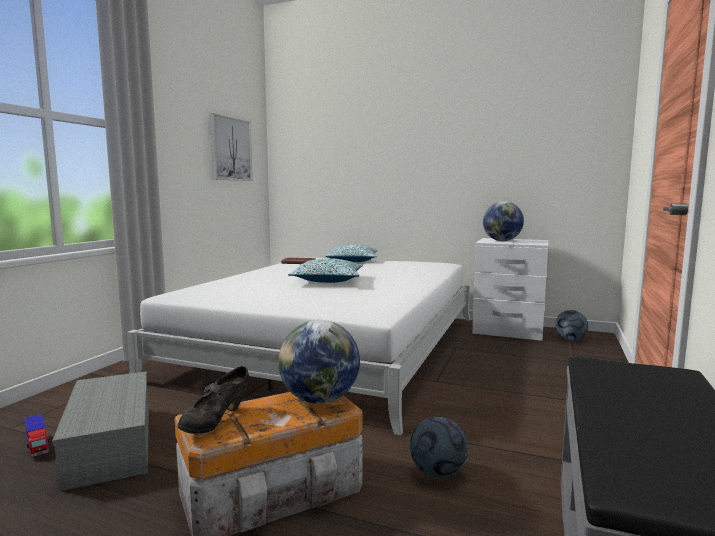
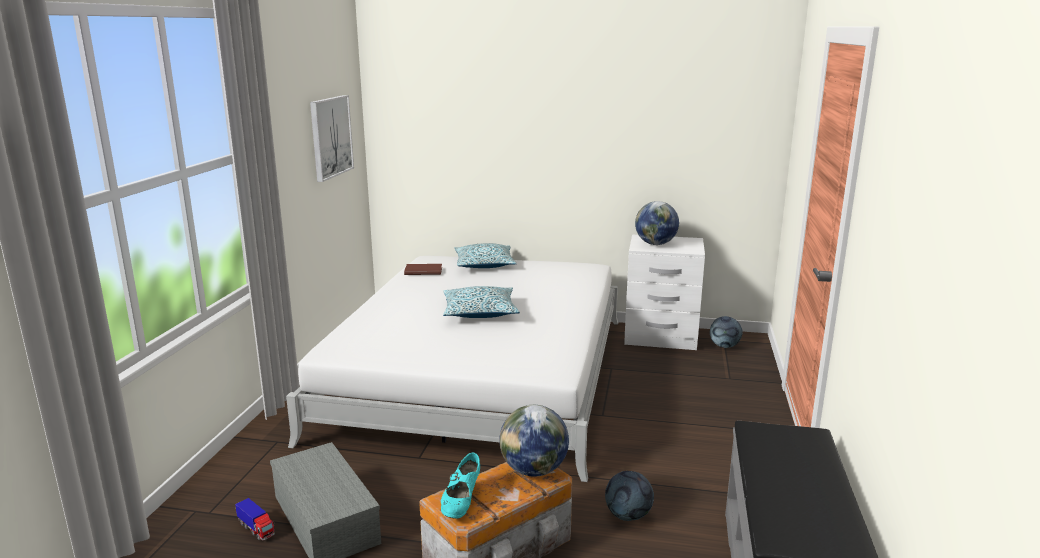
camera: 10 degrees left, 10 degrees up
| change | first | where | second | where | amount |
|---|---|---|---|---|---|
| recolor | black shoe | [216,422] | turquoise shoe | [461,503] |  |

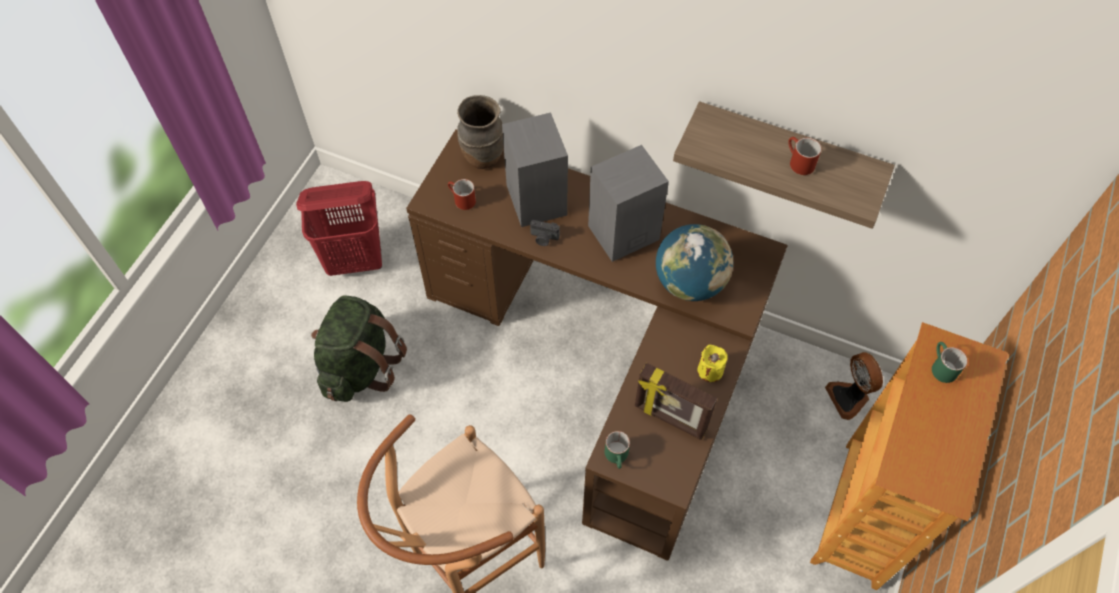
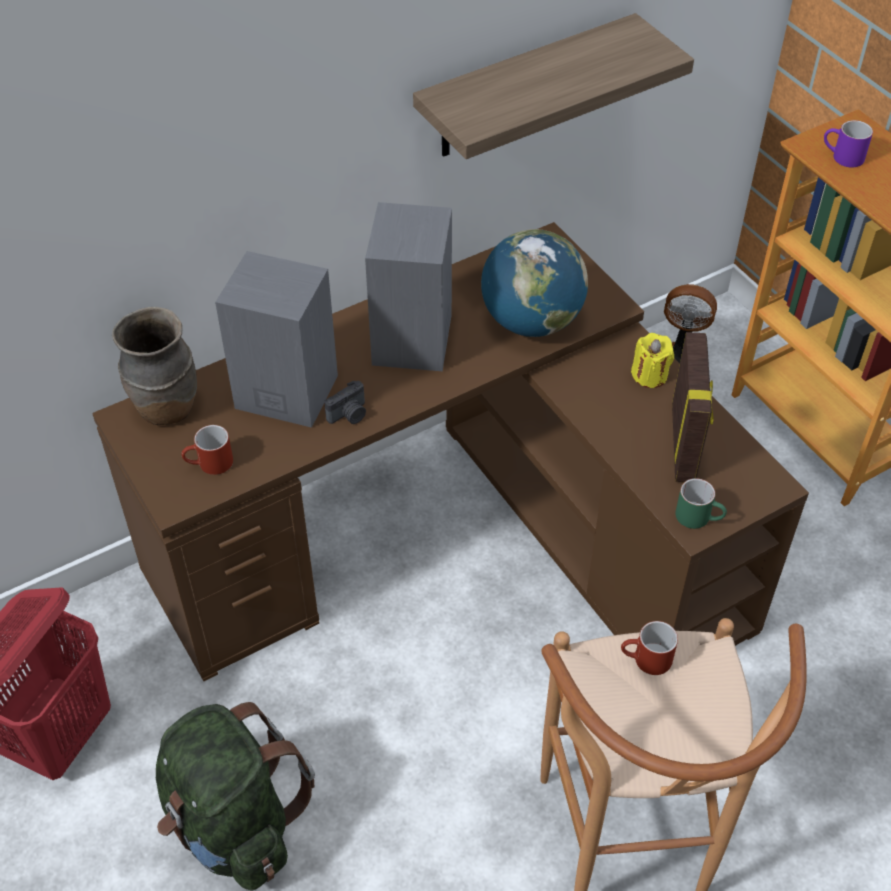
camera: 55 degrees left, 10 degrees down
| change | first | where | second | where | amount |
|---|---|---|---|---|---|
| move | red mug | [797,162] |  | [645,660] |  |
| recolor | green mug | [940,367] | purple mug | [842,157] |  |
| rotate | picture frame | [669,419] |  | [684,443] | 60 degrees counterclockwise |

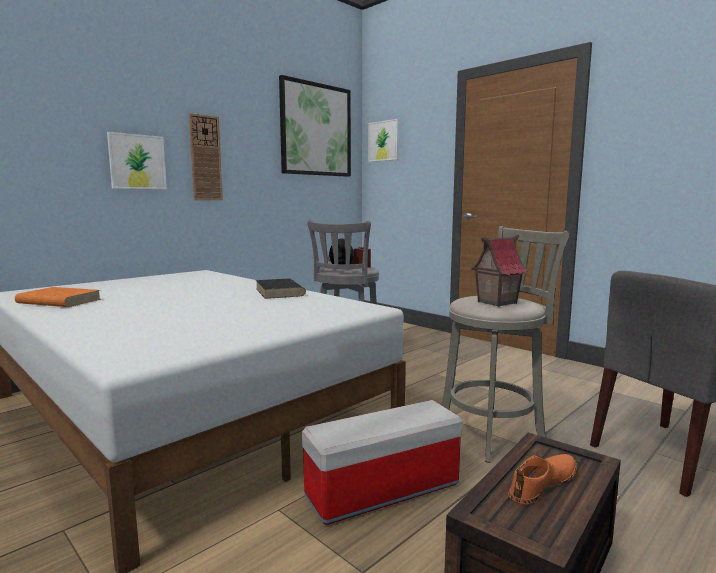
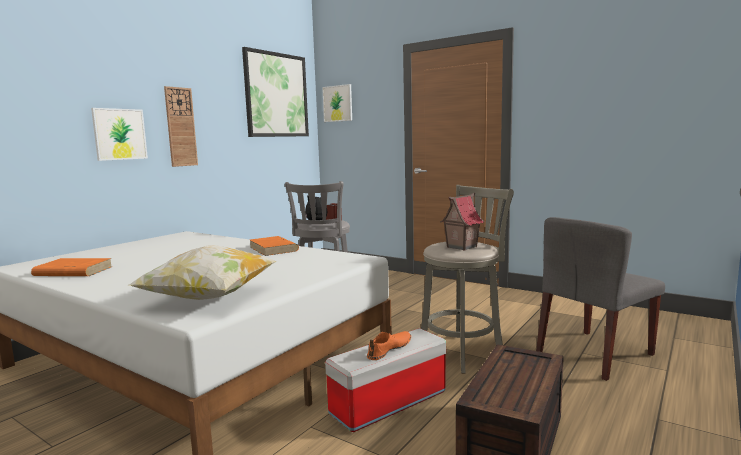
camera: 10 degrees left, 0 degrees up
| change | first | where | second | where | amount |
|---|---|---|---|---|---|
| insert |  |  | pillow | [209,298] |  |
| move | orange shoe | [543,484] |  | [389,349] |  |
| recolor | black book | [280,292] | orange book | [273,249] |  |

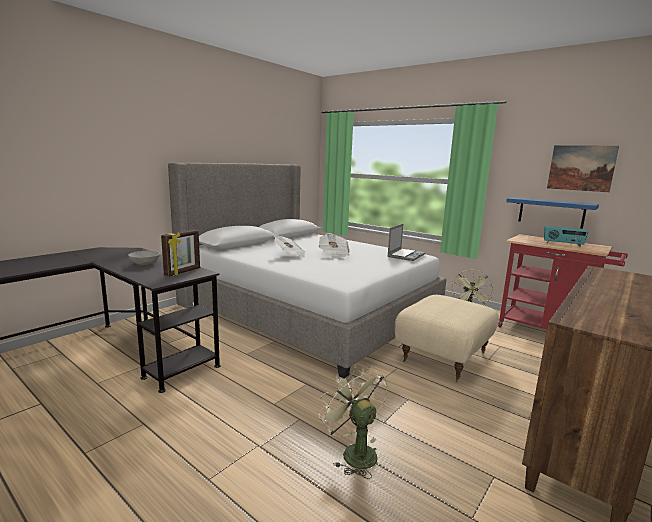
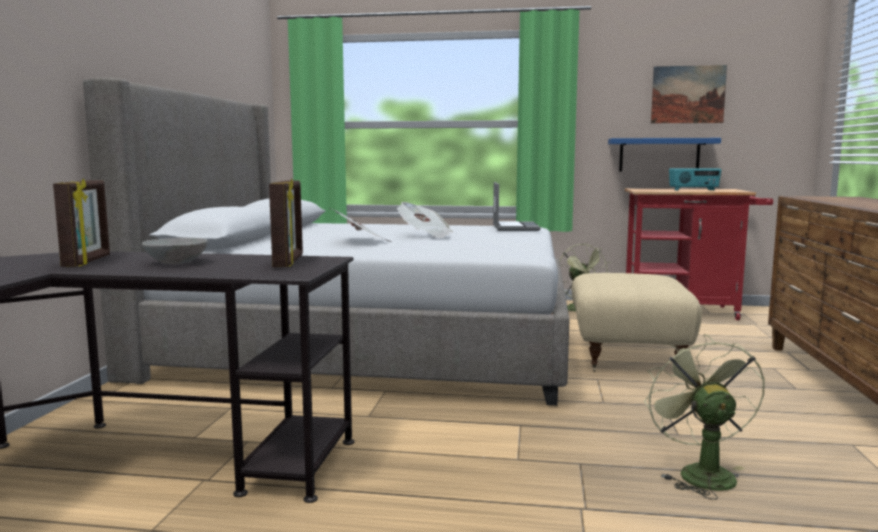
camera: 30 degrees left, 5 degrees down
| change | first | where | second | where | amount |
|---|---|---|---|---|---|
| insert |  |  | picture frame | [88,261] |  |
| rotate | green fan | [353,452] |  | [699,473] | 60 degrees clockwise |

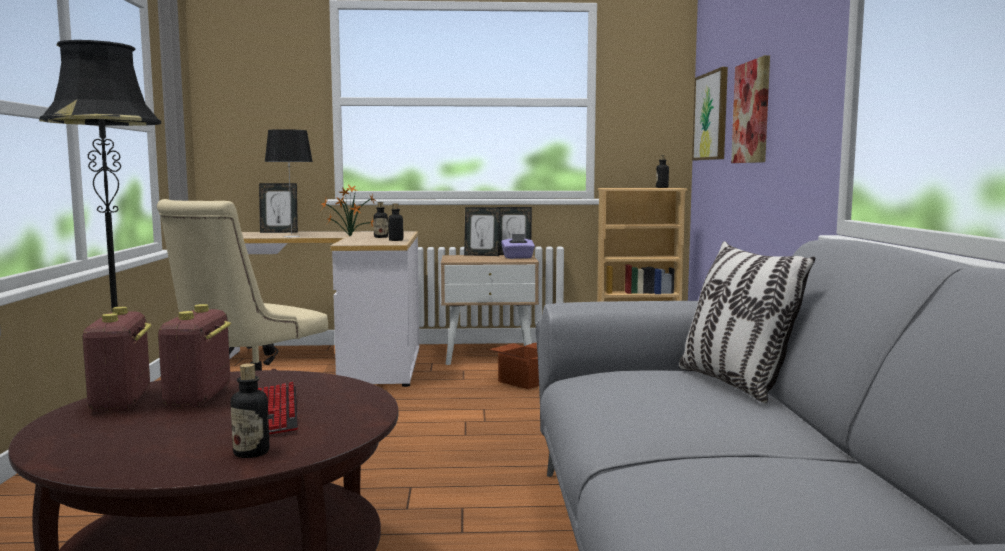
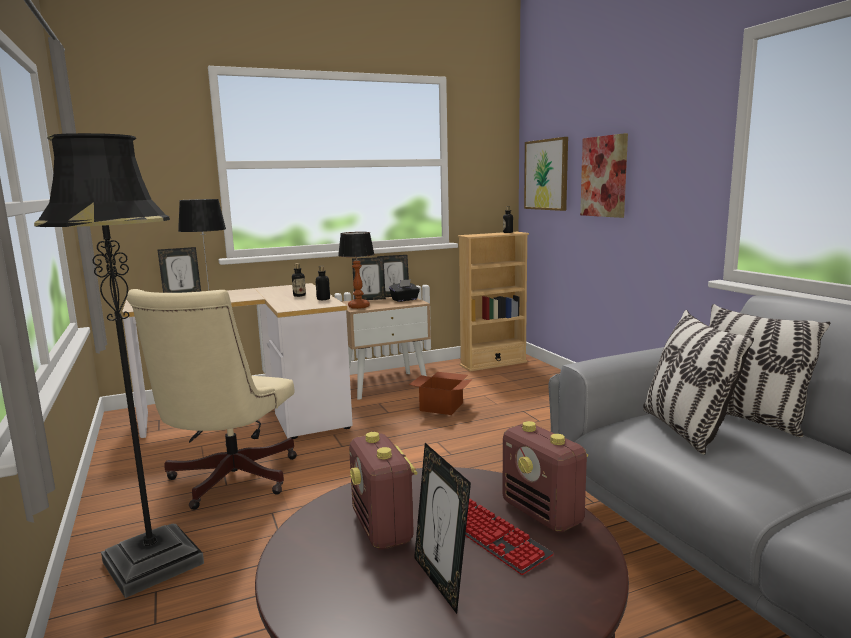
camera: 20 degrees left, 5 degrees up
| change | first | where | second | where | amount |
|---|---|---|---|---|---|
| delete | bottle | [251,453] |  |  |  |
| delete | potted plant | [348,236] |  |  |  |
| insert |  |  | table lamp | [358,307] |  |
| insert |  |  | picture frame | [441,581] |  |
| insert |  |  | pillow | [684,430] |  |
| move | radio | [121,402] |  | [543,514] |  |
| recolor | purple tissue box | [518,257] | black tissue box | [405,300] |  |

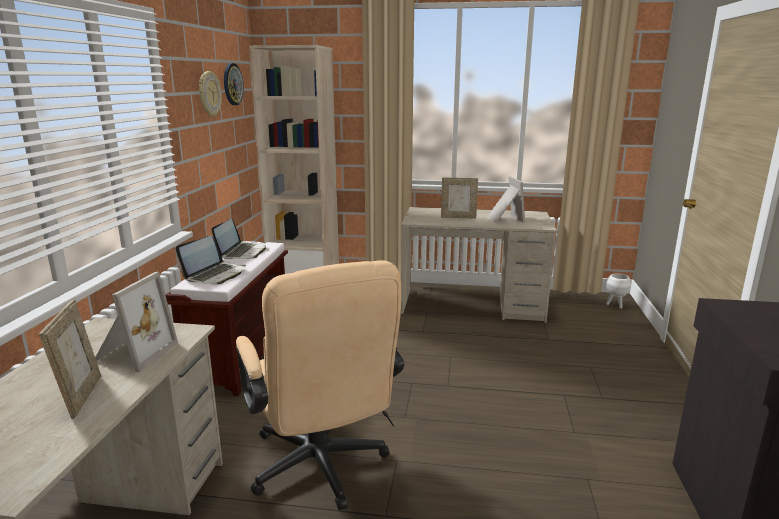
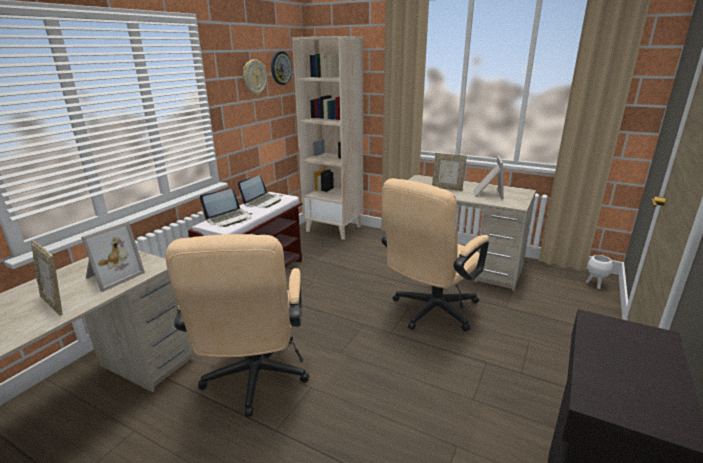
camera: 20 degrees right, 5 degrees up
| change | first | where | second | where | amount |
|---|---|---|---|---|---|
| insert |  |  | beige office chair | [430,312] |  |
| rotate | picture frame | [81,396] |  | [55,304] | 120 degrees clockwise |

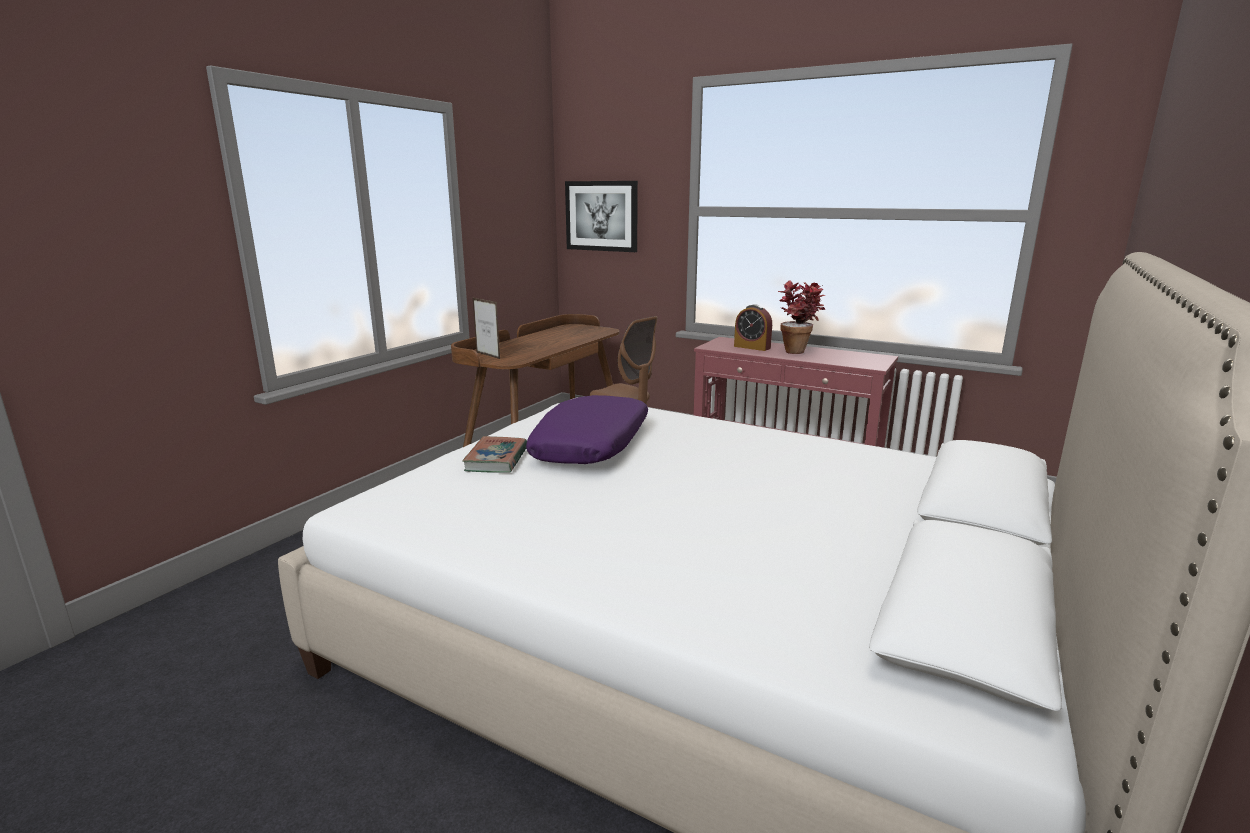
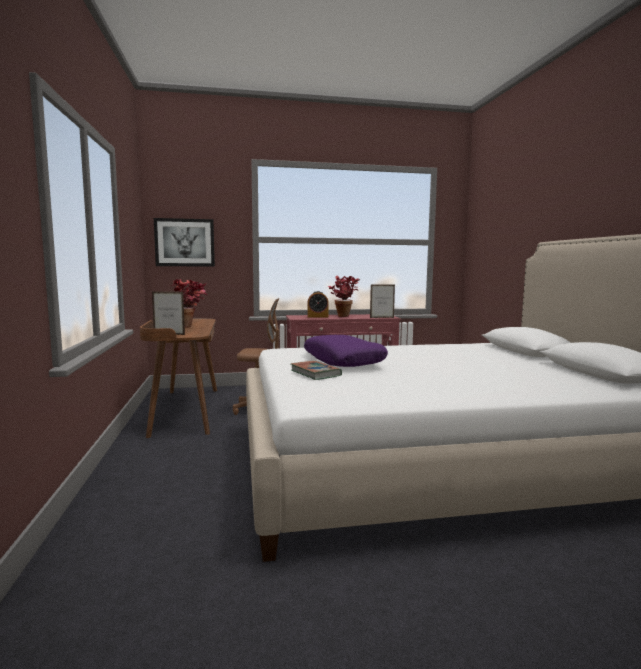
camera: 40 degrees left, 10 degrees down
| change | first | where | second | where | amount |
|---|---|---|---|---|---|
| insert |  |  | potted plant | [189,326] |  |
| insert |  |  | picture frame | [382,318] |  |

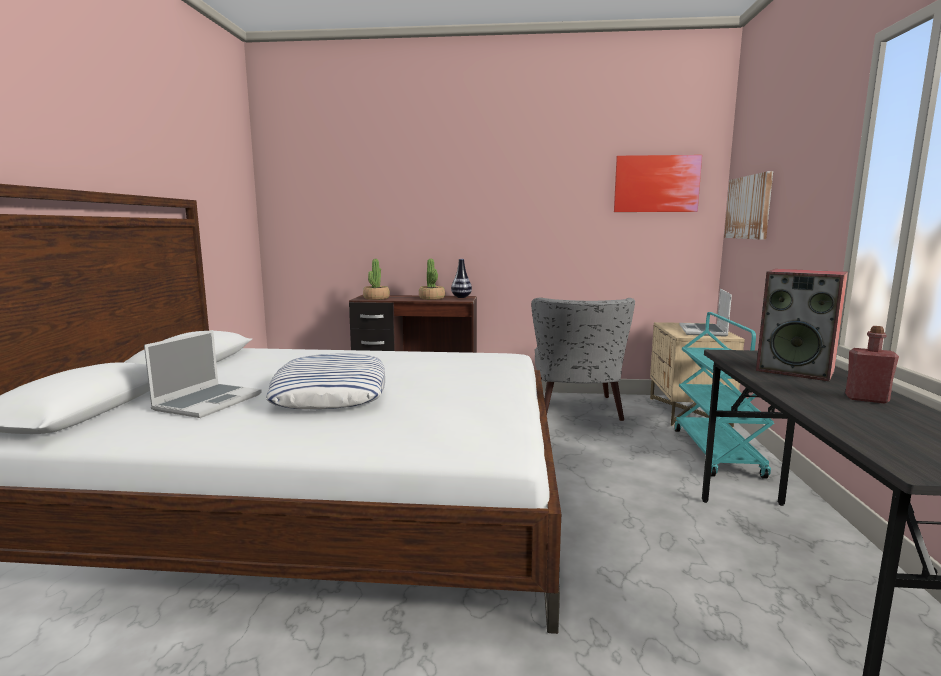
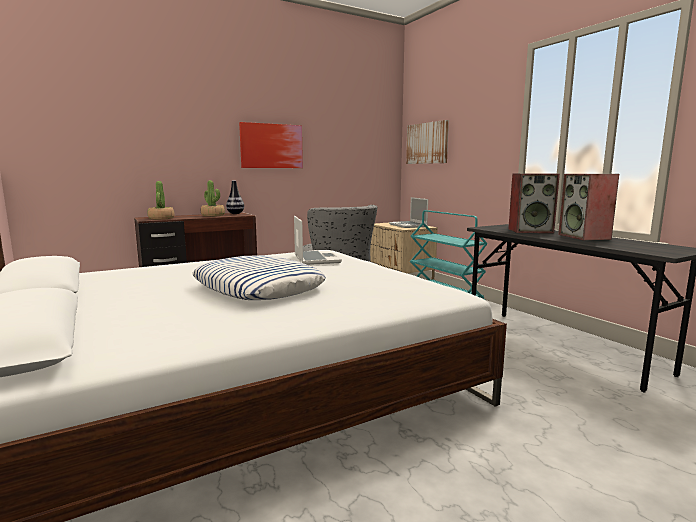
camera: 35 degrees left, 0 degrees up
| change | first | where | second | where | amount |
|---|---|---|---|---|---|
| move | laptop | [208,402] |  | [315,259] |  |
| move | picture | [656,184] |  | [271,146] |  |
| replace | red bottle | [866,399] | speaker | [584,237] |  |

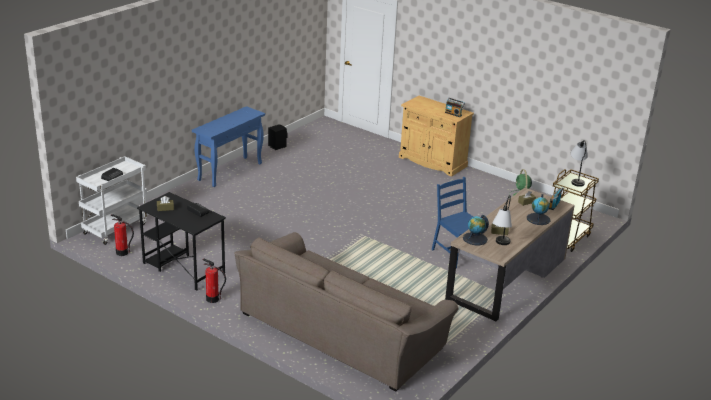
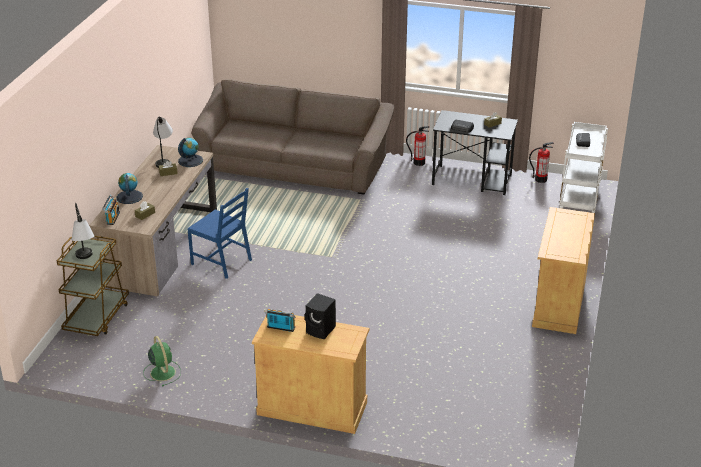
camera: 160 degrees right, 5 degrees up
| change | first | where | second | where | amount |
|---|---|---|---|---|---|
| move | black speaker | [277,146] |  | [321,330] |  |
| replace | blue console table | [230,171] | beige cabinet | [559,303] |  |

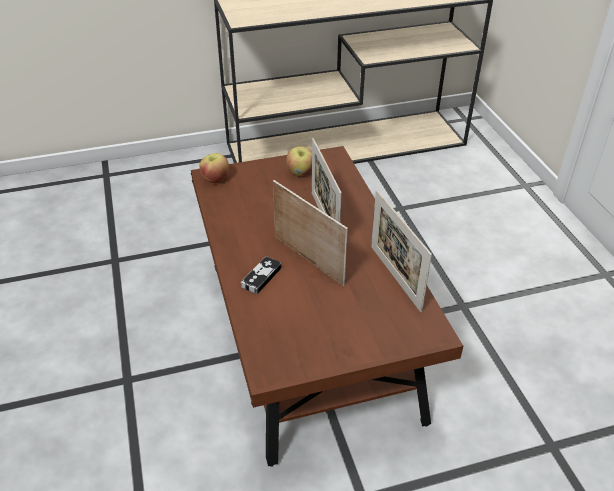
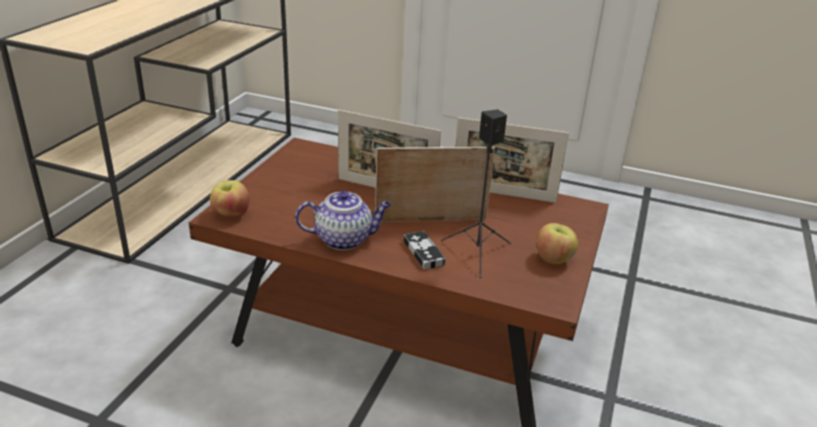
camera: 55 degrees left, 10 degrees down
| change | first | where | second | where | amount |
|---|---|---|---|---|---|
| insert |  |  | teapot | [344,239] |  |
| insert |  |  | black speaker | [477,253] |  |
| move | apple | [300,172] |  | [554,259] |  |

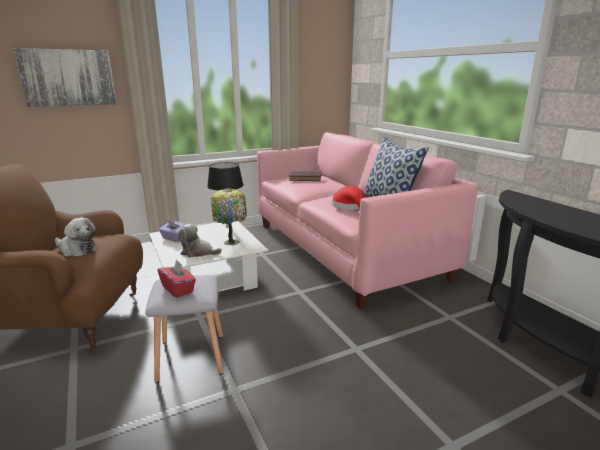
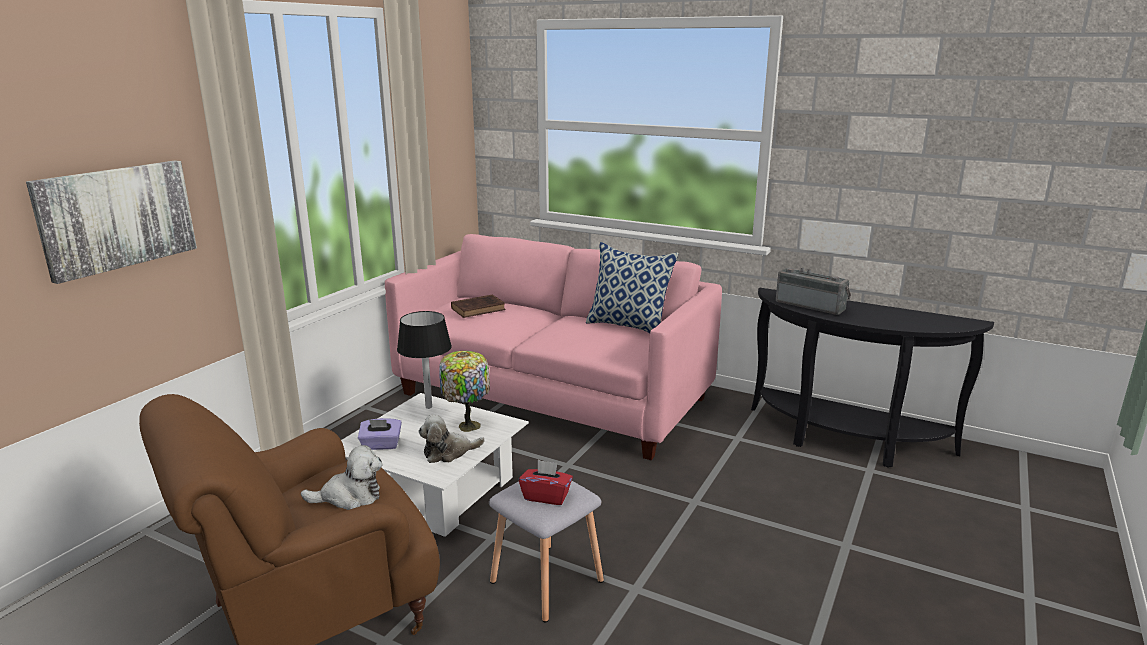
camera: 35 degrees left, 0 degrees up
| change | first | where | second | where | amount |
|---|---|---|---|---|---|
| delete | red hat | [350,206] |  |  |  |
| insert |  |  | radio | [811,305] |  |

